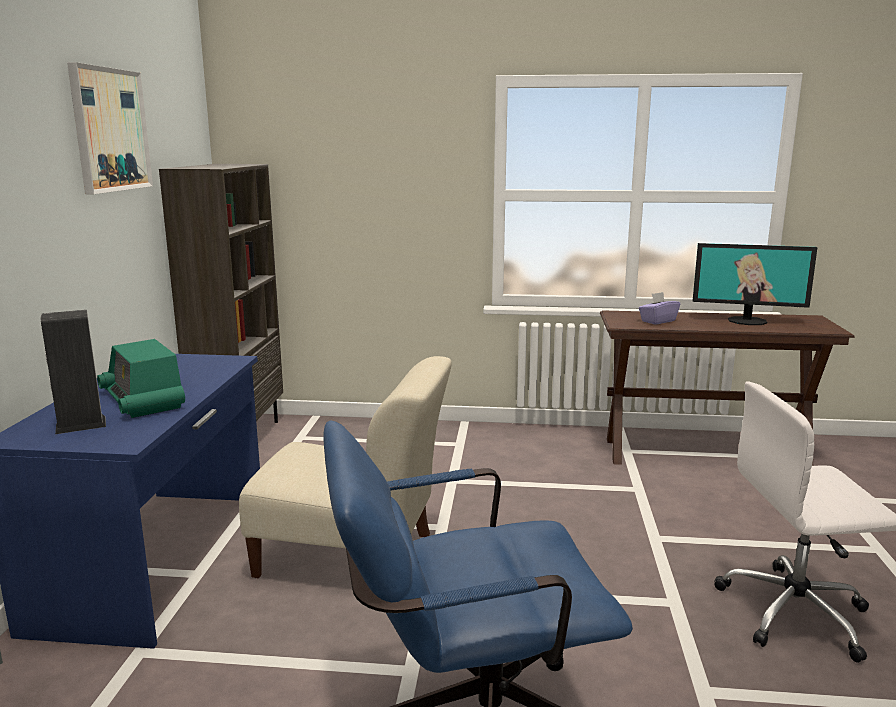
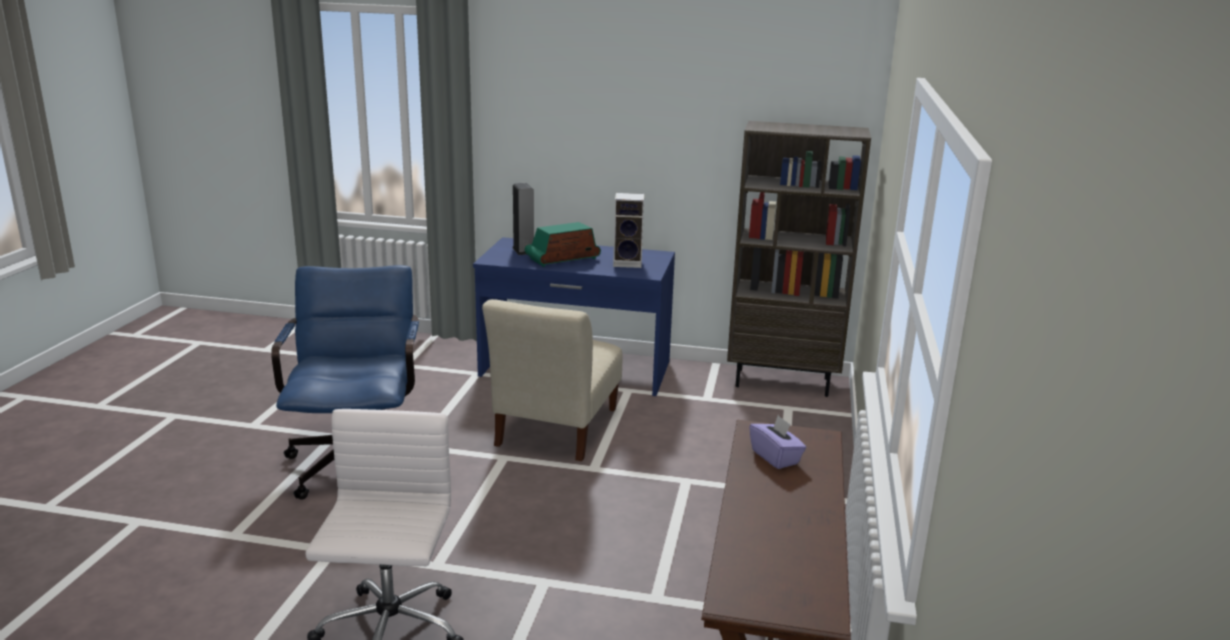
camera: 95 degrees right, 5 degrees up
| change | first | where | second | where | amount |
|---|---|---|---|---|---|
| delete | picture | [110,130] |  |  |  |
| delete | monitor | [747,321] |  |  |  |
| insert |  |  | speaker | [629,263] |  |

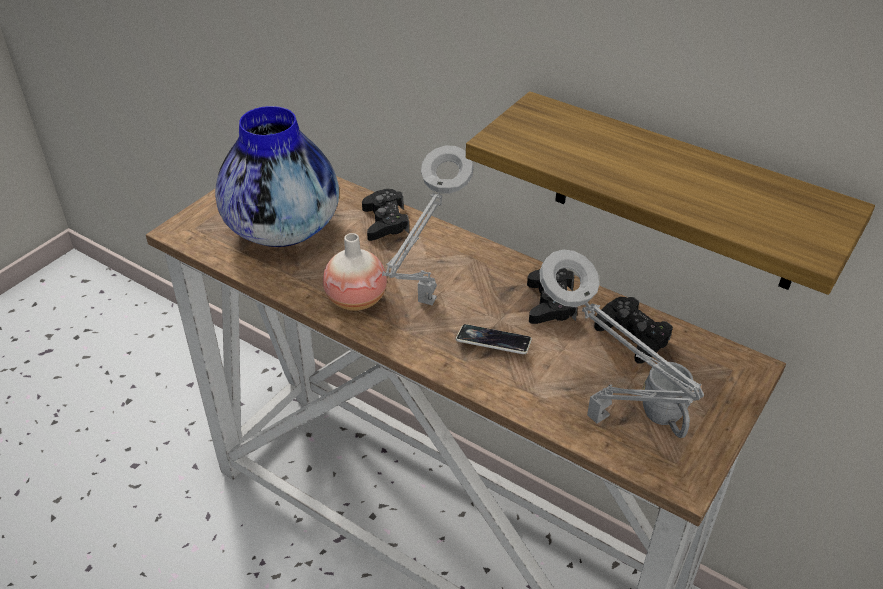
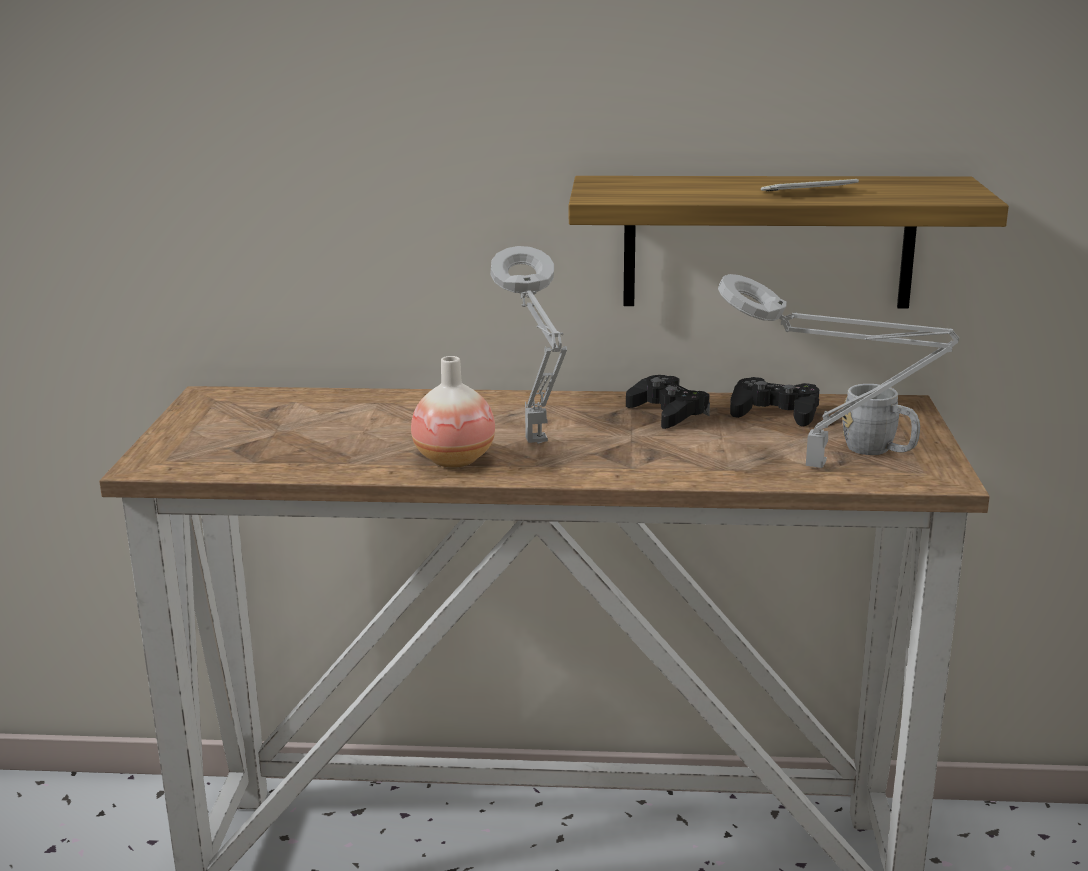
camera: 30 degrees left, 20 degrees down
| change | first | where | second | where | amount |
|---|---|---|---|---|---|
| delete | vase | [283,229] |  |  |  |
| delete | black game controller | [385,222] |  |  |  |
| move | phone | [493,342] |  | [808,192] |  |

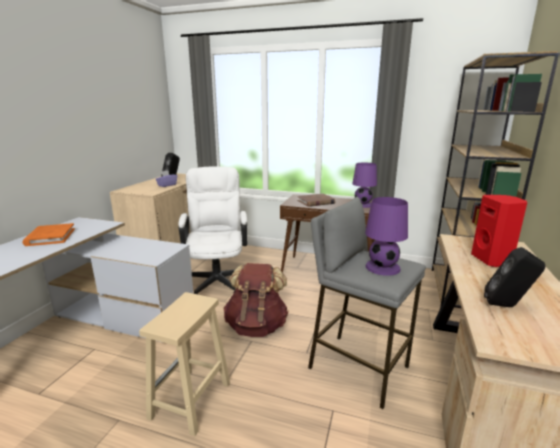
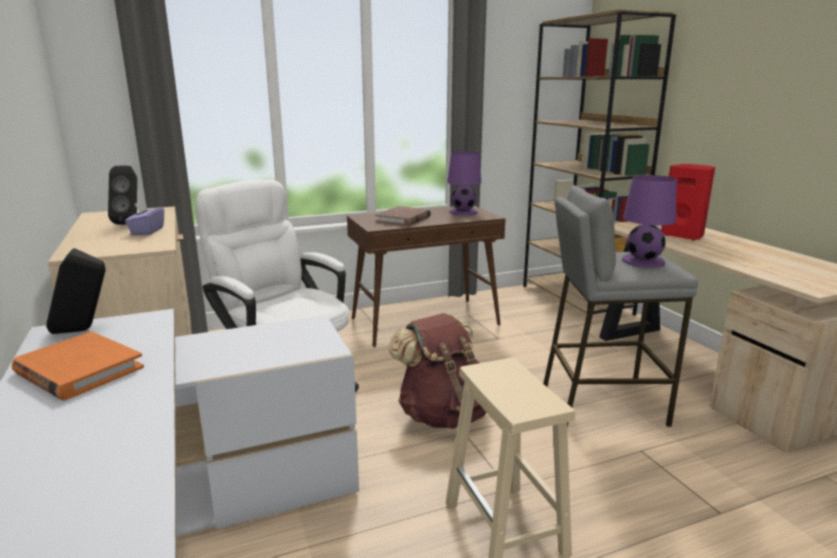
camera: 40 degrees left, 0 degrees up
| change | first | where | second | where | amount |
|---|---|---|---|---|---|
| move | black speaker | [507,306] |  | [83,330] |  |

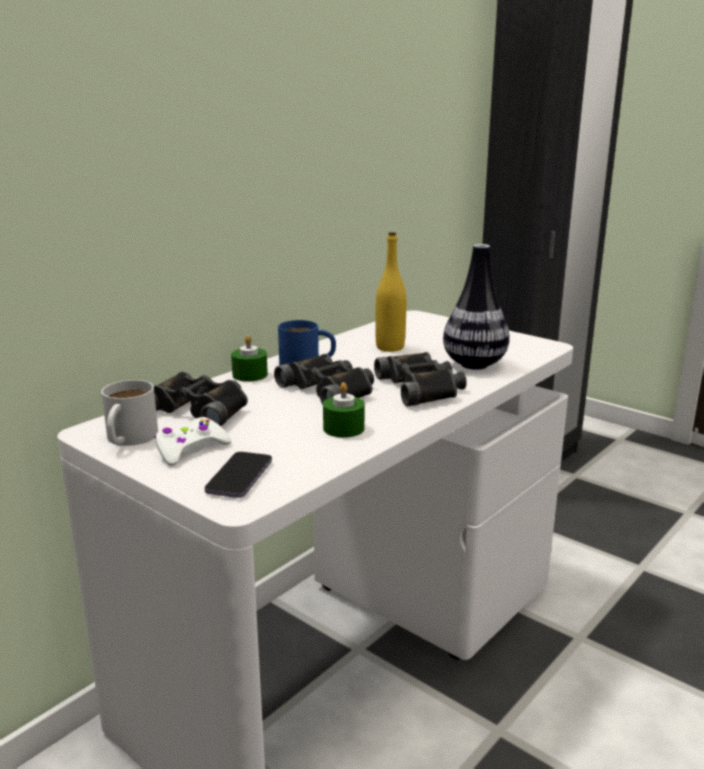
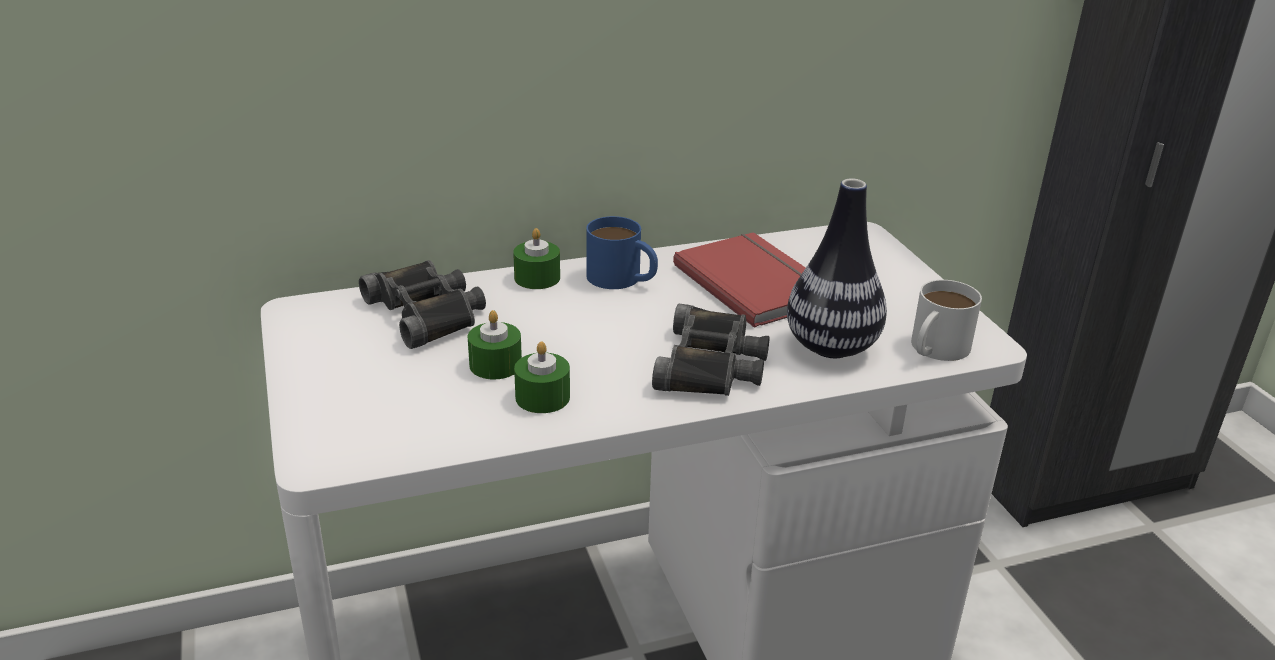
camera: 30 degrees right, 10 degrees up
| change | first | where | second | where | amount |
|---|---|---|---|---|---|
| delete | white game controller | [191,450] |  |  |  |
| delete | phone | [239,477] |  |  |  |
| delete | black binoculars | [329,390] |  |  |  |
| insert |  |  | green candle | [495,364] |  |
| move | white mug | [128,439] |  | [934,350] |  |
| replace | yellow bottle | [390,347] | red book | [756,282] |  |

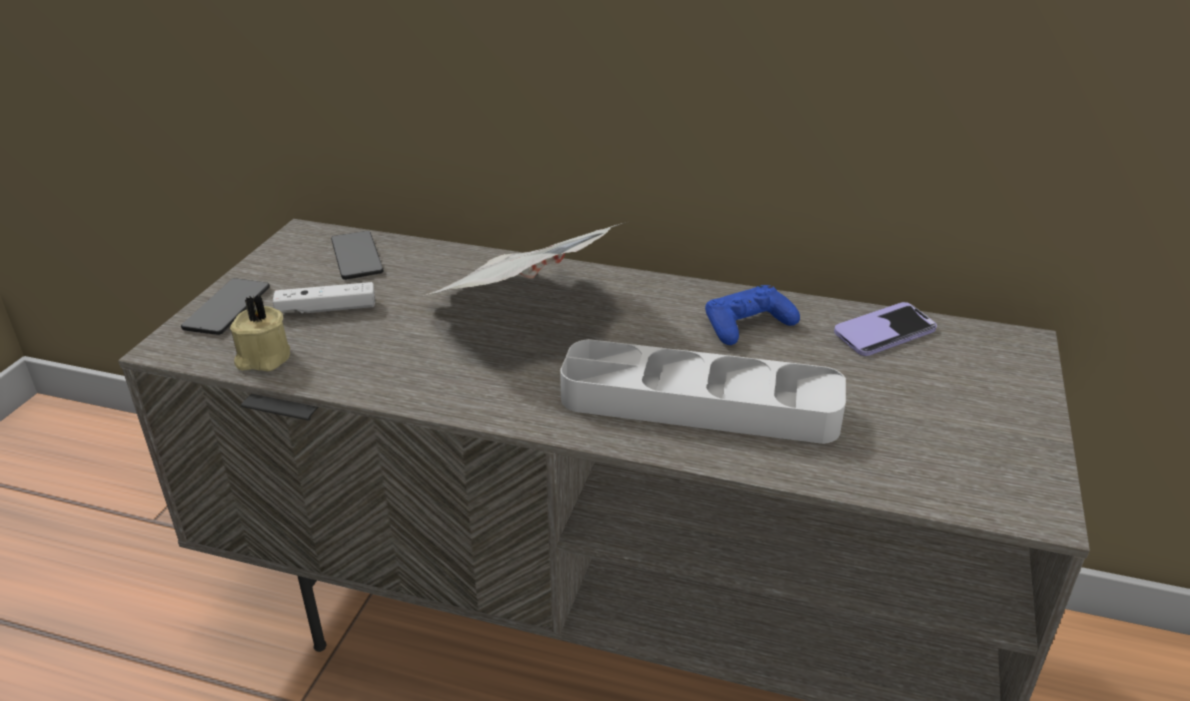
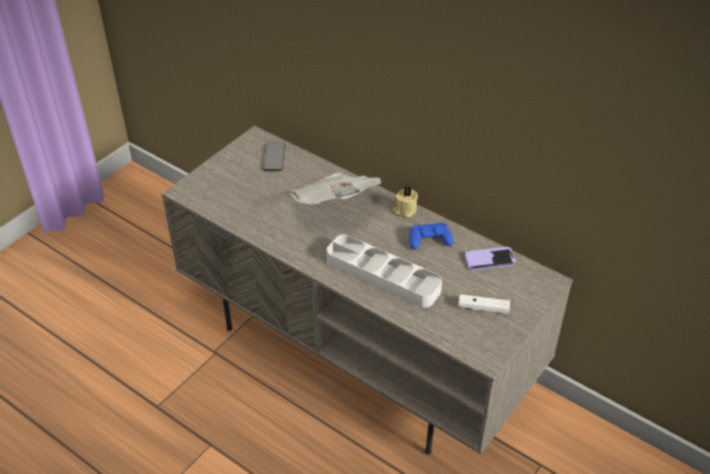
camera: 20 degrees right, 10 degrees up
| change | first | where | second | where | amount |
|---|---|---|---|---|---|
| delete | phone | [227,308] |  |  |  |
| move | beige candle | [263,358] |  | [405,210] |  |
| move | white game controller | [326,309] |  | [483,308] |  |

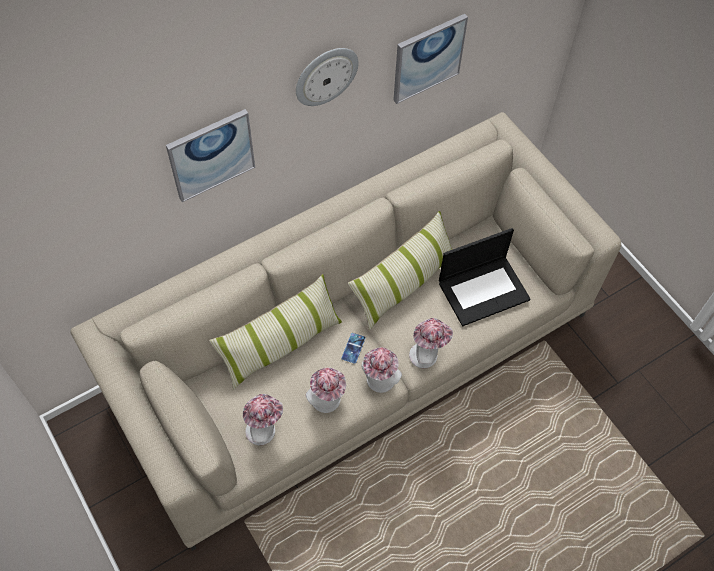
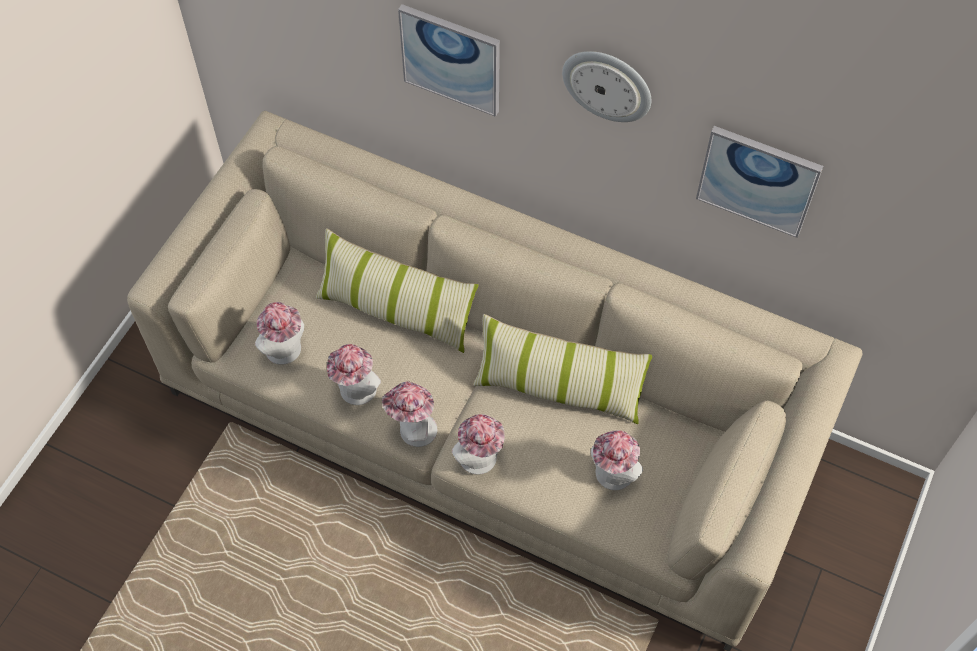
camera: 60 degrees right, 0 degrees up
| change | first | where | second | where | amount |
|---|---|---|---|---|---|
| delete | phone | [353,348] |  |  |  |
| replace | laptop | [484,290] | hat | [611,477] |  |

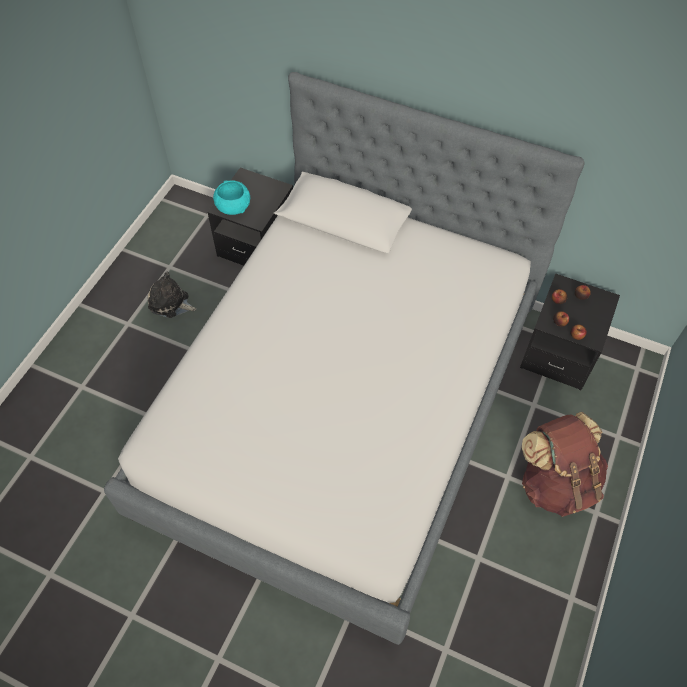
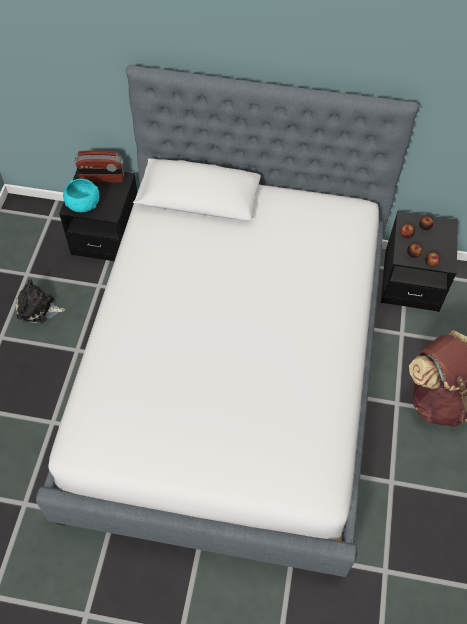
camera: 15 degrees left, 0 degrees up
| change | first | where | second | where | amount |
|---|---|---|---|---|---|
| insert |  |  | radio | [102,178] |  |

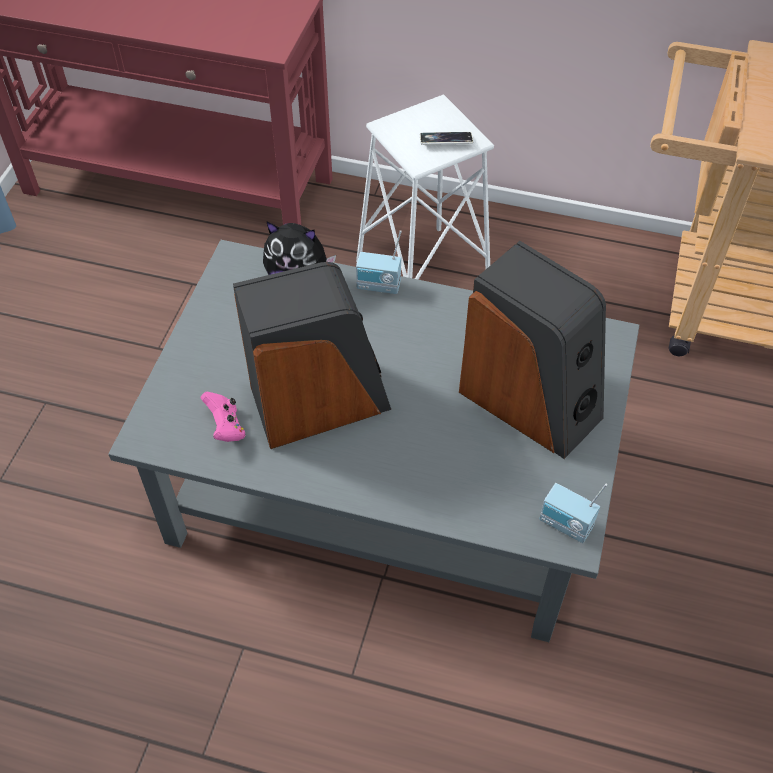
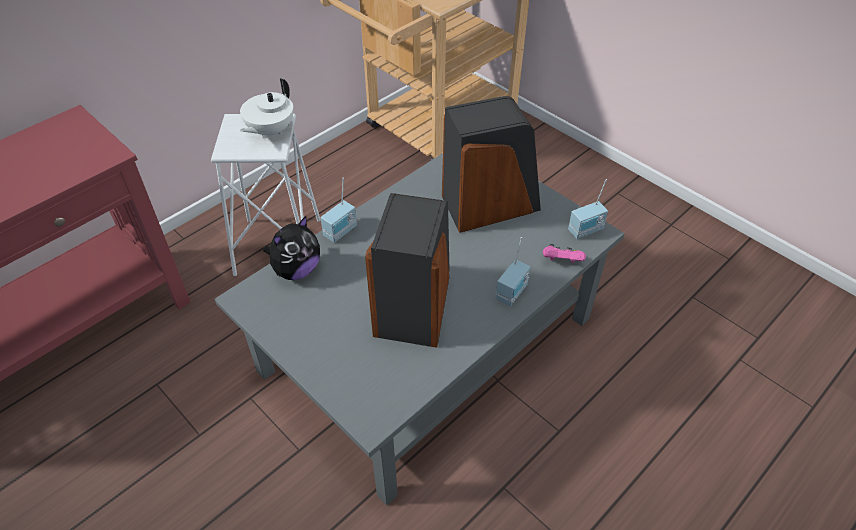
camera: 60 degrees left, 5 degrees down
| change | first | where | second | where | amount |
|---|---|---|---|---|---|
| insert |  |  | radio | [512,293] |  |
| move | pink game controller | [226,427] |  | [561,262] |  |
| replace | phone | [446,141] | white teapot | [270,131] |  |

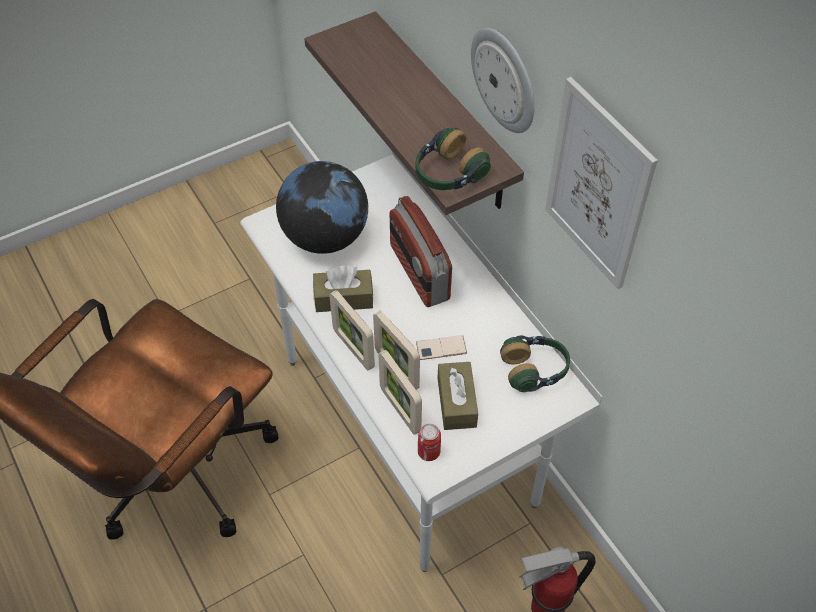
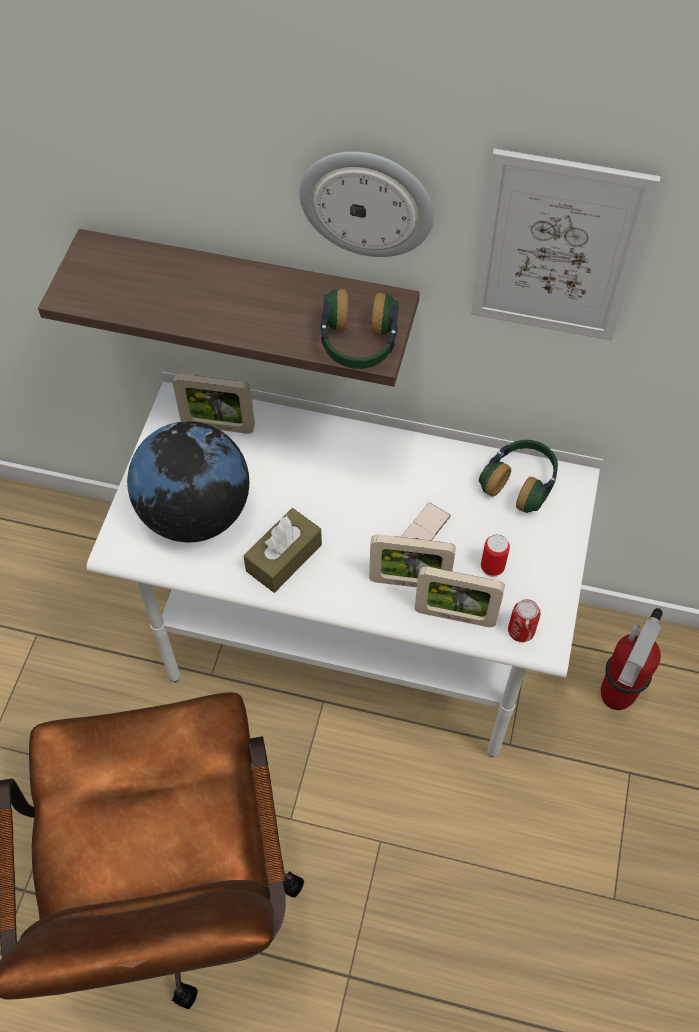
camera: 45 degrees left, 5 degrees up
| change | first | where | second | where | amount |
|---|---|---|---|---|---|
| delete | radio | [418,272] |  |  |  |
| move | picture frame | [353,349] |  | [218,426] |  |
| replace | brown tissue box | [456,402] | can | [492,567] |  |

